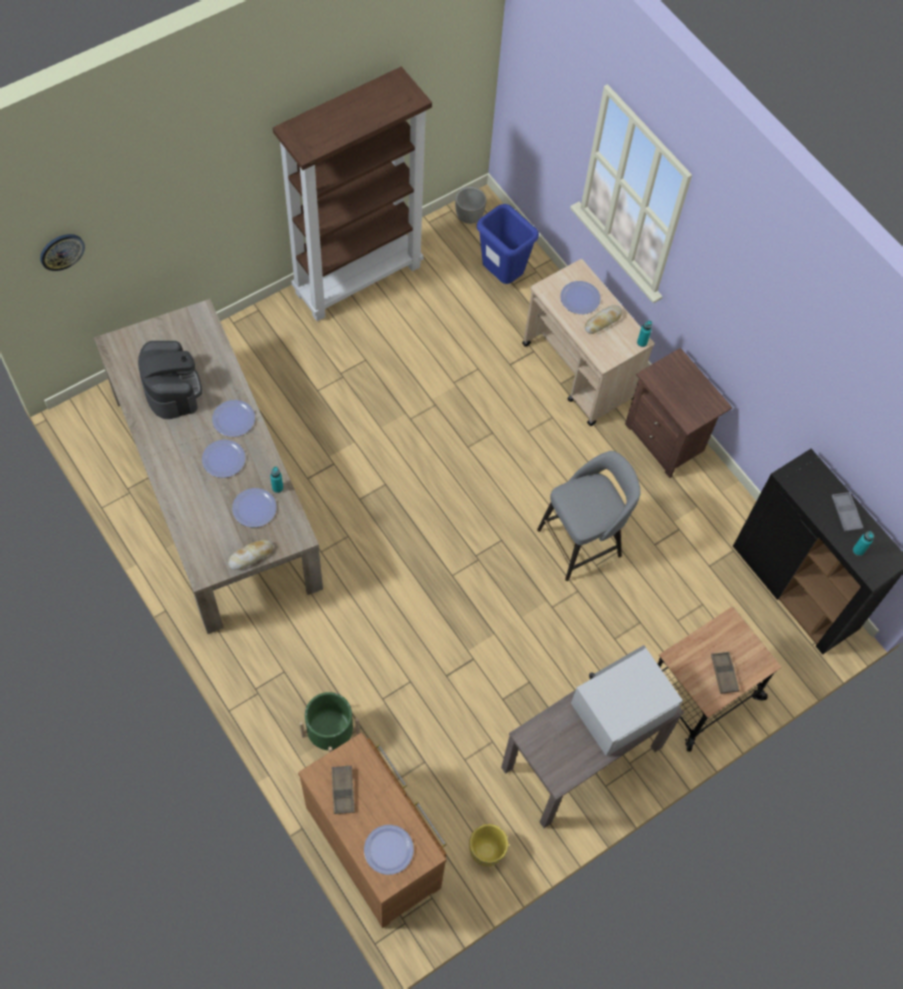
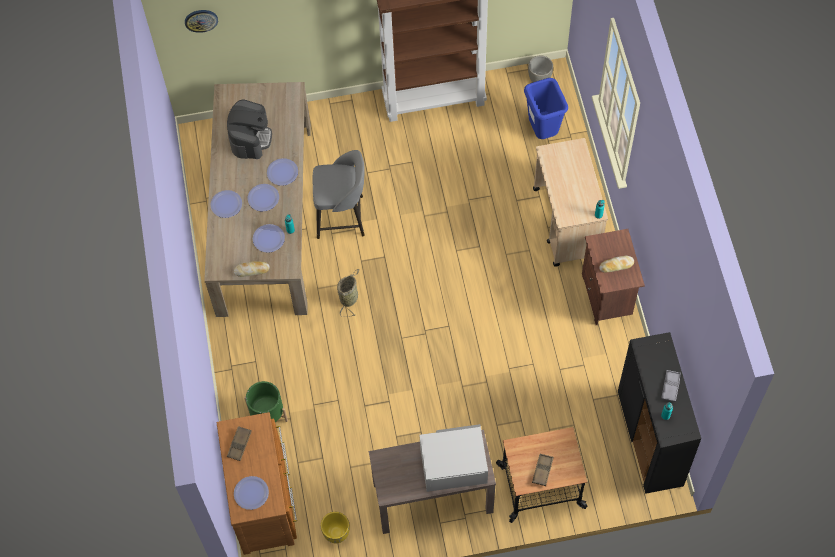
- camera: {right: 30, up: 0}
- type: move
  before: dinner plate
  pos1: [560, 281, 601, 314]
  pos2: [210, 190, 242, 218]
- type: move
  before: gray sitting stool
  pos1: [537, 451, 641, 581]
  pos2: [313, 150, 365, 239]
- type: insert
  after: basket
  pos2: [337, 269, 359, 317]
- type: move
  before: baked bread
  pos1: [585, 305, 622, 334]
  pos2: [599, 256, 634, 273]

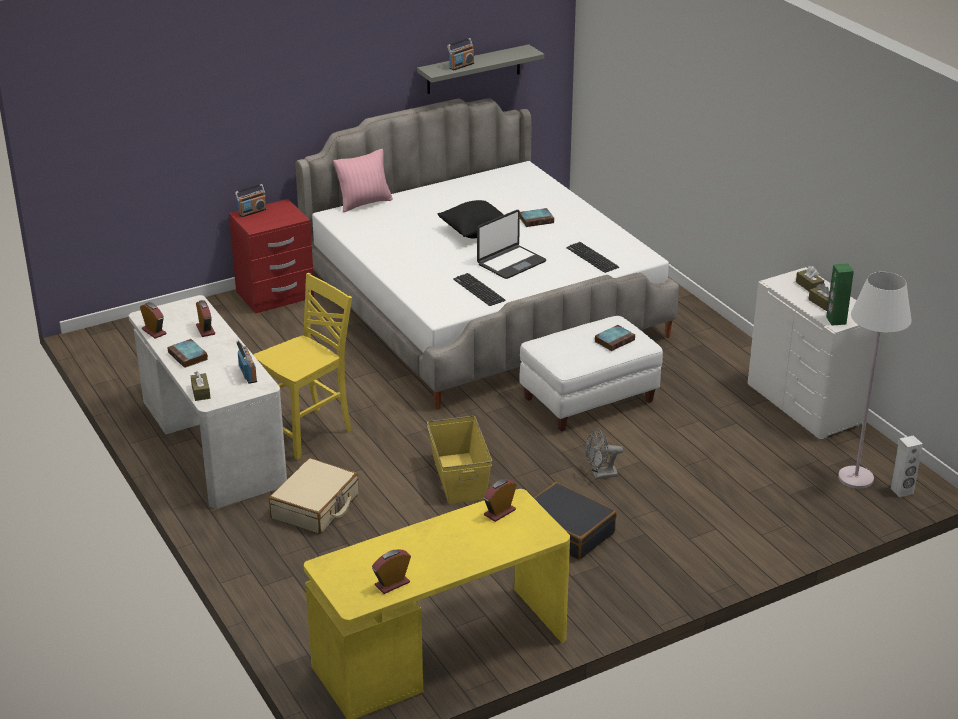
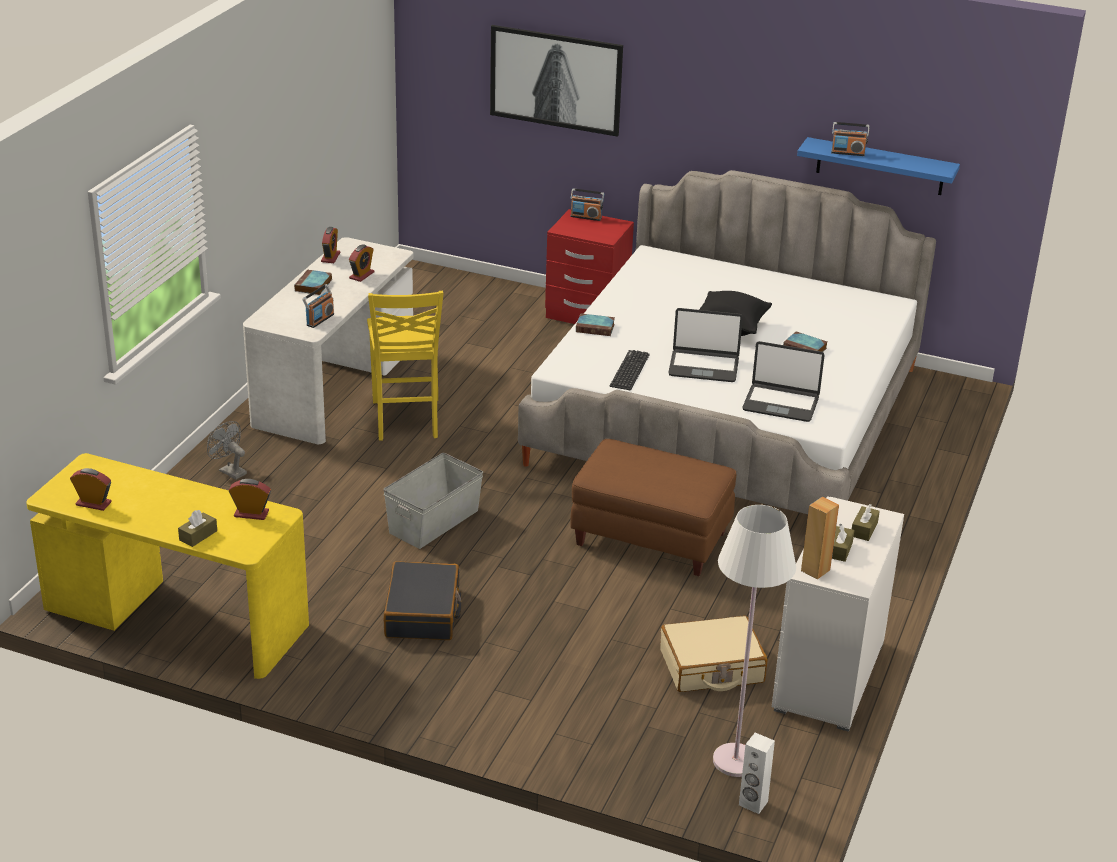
- camera: {right: 50, up: 0}
- type: move
  before: brownish tissue box
  pos1: [191, 371, 211, 401]
  pos2: [178, 510, 217, 547]
- type: move
  before: gray cooling fan
  pos1: [586, 428, 623, 479]
  pos2: [207, 421, 247, 480]
- type: rotate
  before: yellow-coloured upright chair
  pos1: [253, 273, 352, 460]
  pos2: [367, 291, 443, 441]
  turn: 75
- type: recolor
  before: yellow-coloured storage container
  after: gray storage container
  pos1: [427, 416, 492, 504]
  pos2: [383, 453, 483, 549]
- type: insert
  after: picture
  pos2: [490, 25, 623, 137]
- type: recolor
  before: white ottoman
  after: brownish ottoman
  pos1: [519, 316, 663, 432]
  pos2: [570, 439, 736, 576]
- type: move
  before: book
  pos1: [594, 325, 635, 351]
  pos2: [576, 313, 615, 336]
- type: move
  before: beige-coloured piece of luggage
  pos1: [269, 458, 359, 534]
  pos2: [660, 615, 768, 692]
- type: replace
  before: PC keyboard
  after: notebook computer
  pos1: [566, 242, 619, 273]
  pos2: [742, 341, 825, 422]
- type: recolor
  before: gray shelf
  after: blue-coloured shelf
  pos1: [417, 44, 545, 94]
  pos2: [797, 137, 960, 195]
- type: recolor
  before: green loudspeaker
  after: brownish loudspeaker
  pos1: [826, 263, 854, 326]
  pos2: [801, 497, 839, 579]
- type: delete
  before: pink cushion
  pos1: [333, 149, 393, 212]

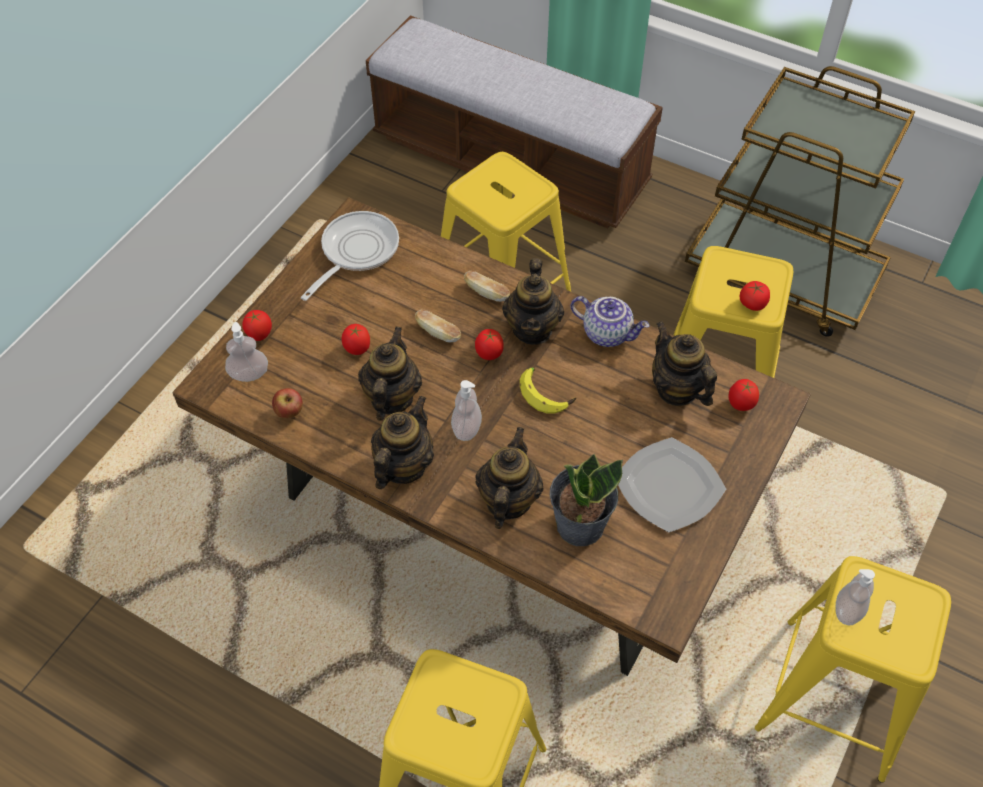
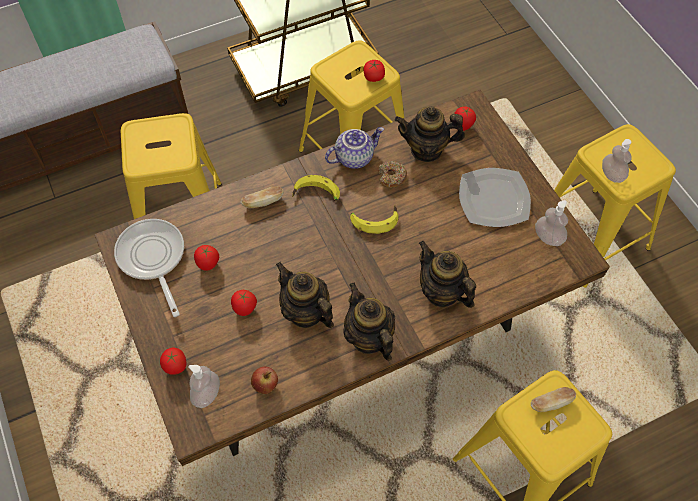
- camera: {right: -55, up: 5}
- type: move
  before: tomato
  pos1: [475, 329, 504, 360]
  pos2: [194, 245, 219, 271]
- type: replace
  before: tea pot
  after: banana fruit
  pos1: [502, 258, 564, 345]
  pos2: [292, 175, 340, 202]
- type: insert
  after: donut
  pos2: [378, 161, 407, 188]
- type: move
  before: baked bread
  pos1: [415, 310, 461, 343]
  pos2: [531, 387, 576, 412]
- type: move
  before: soap bottle
  pos1: [451, 380, 482, 441]
  pos2: [535, 200, 568, 246]
- type: delete
  before: potted plant
  pos1: [550, 454, 623, 546]

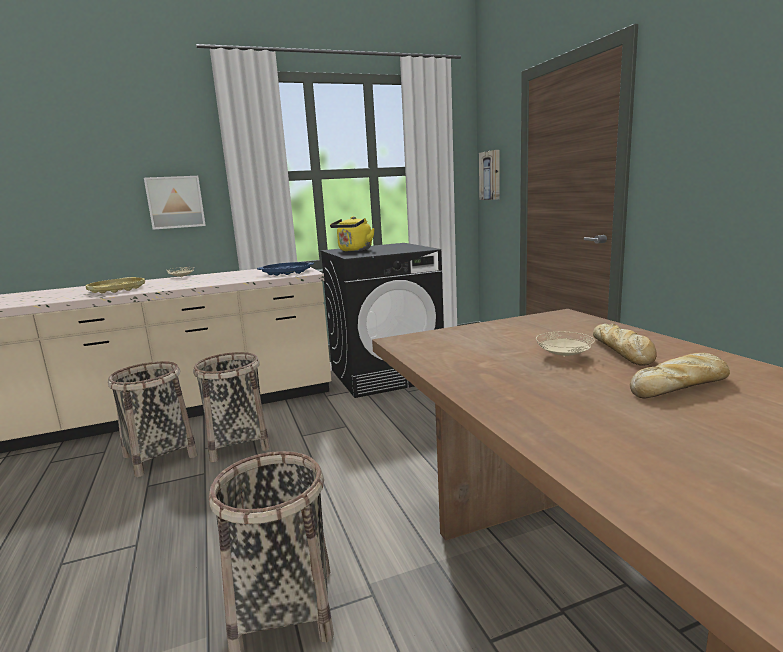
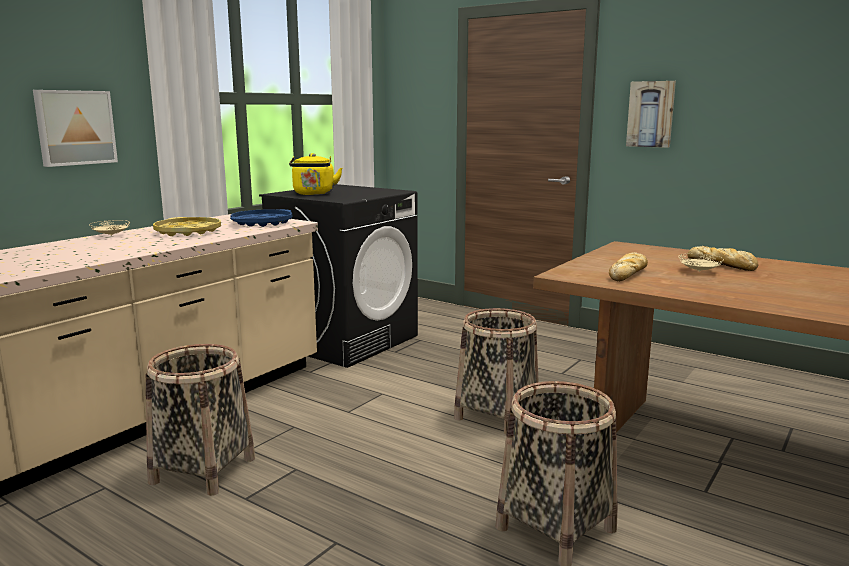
- camera: {right: -35, up: 0}
- type: move
  before: yellow-coloured tray
  pos1: [86, 277, 145, 293]
  pos2: [153, 217, 221, 236]
- type: move
  before: basket
  pos1: [193, 352, 270, 462]
  pos2: [454, 308, 539, 435]
- type: move
  before: baked bread
  pos1: [630, 353, 730, 399]
  pos2: [609, 252, 648, 281]
- type: move
  before: picture
  pos1: [479, 150, 500, 200]
  pos2: [626, 81, 676, 148]

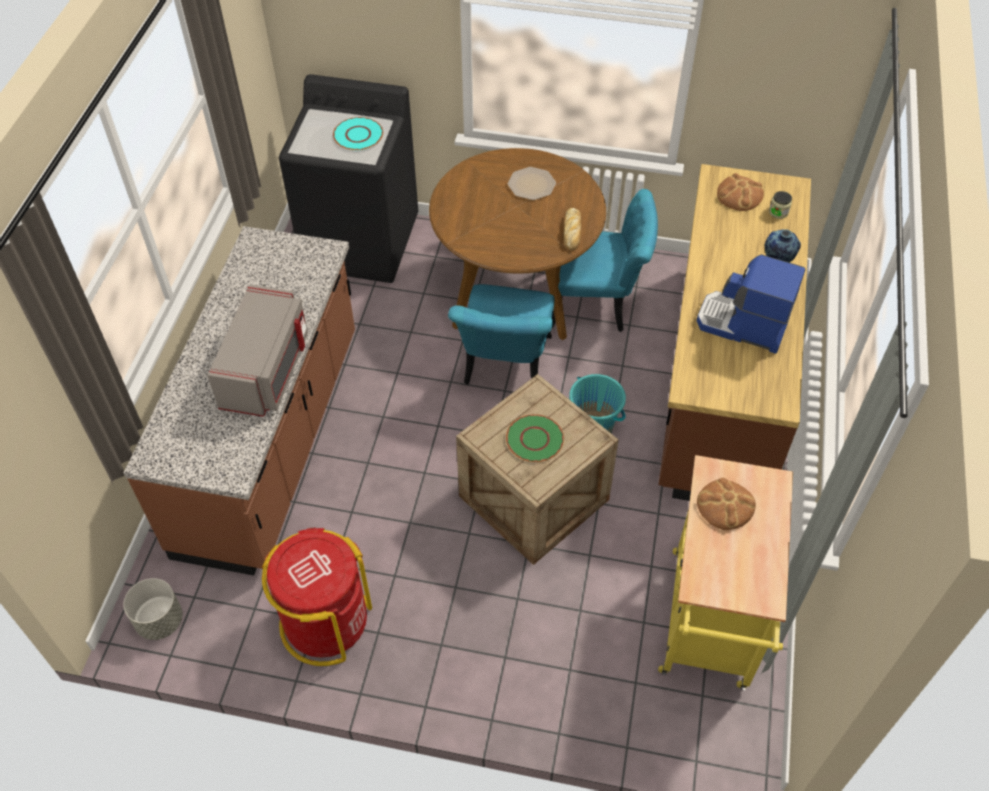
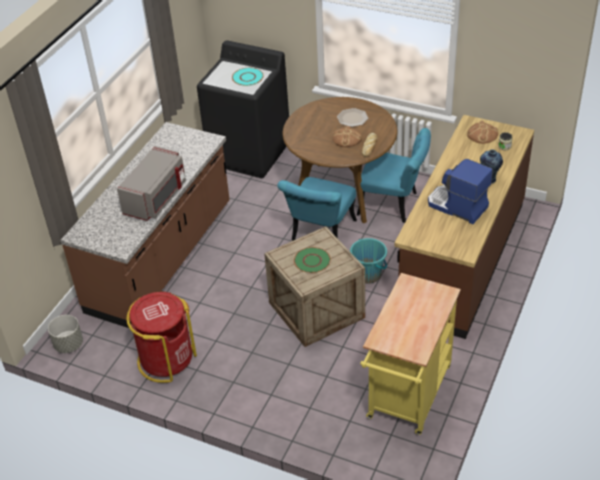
- camera: {right: 15, up: -10}
- type: move
  before: baked bread
  pos1: [697, 478, 756, 530]
  pos2: [333, 126, 362, 147]

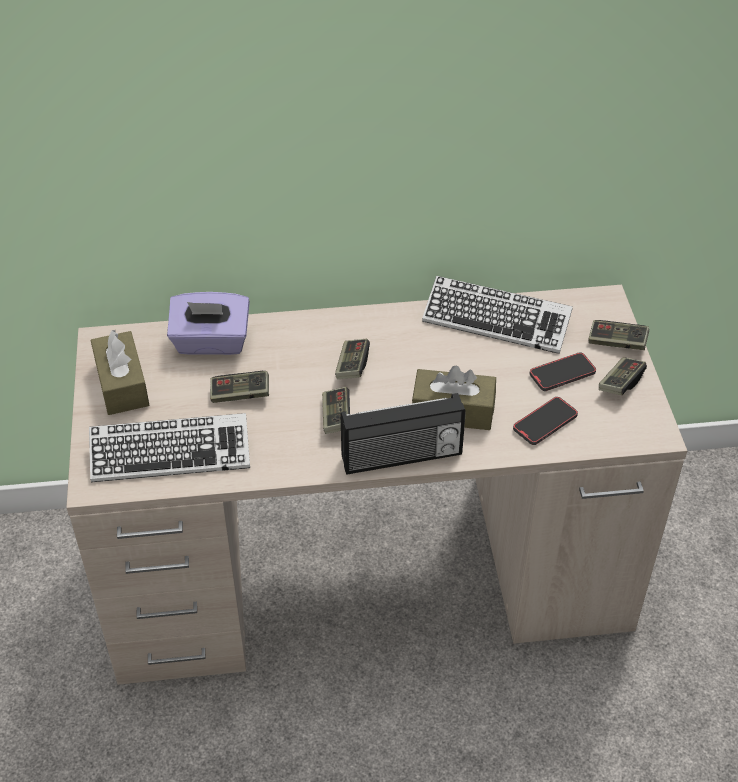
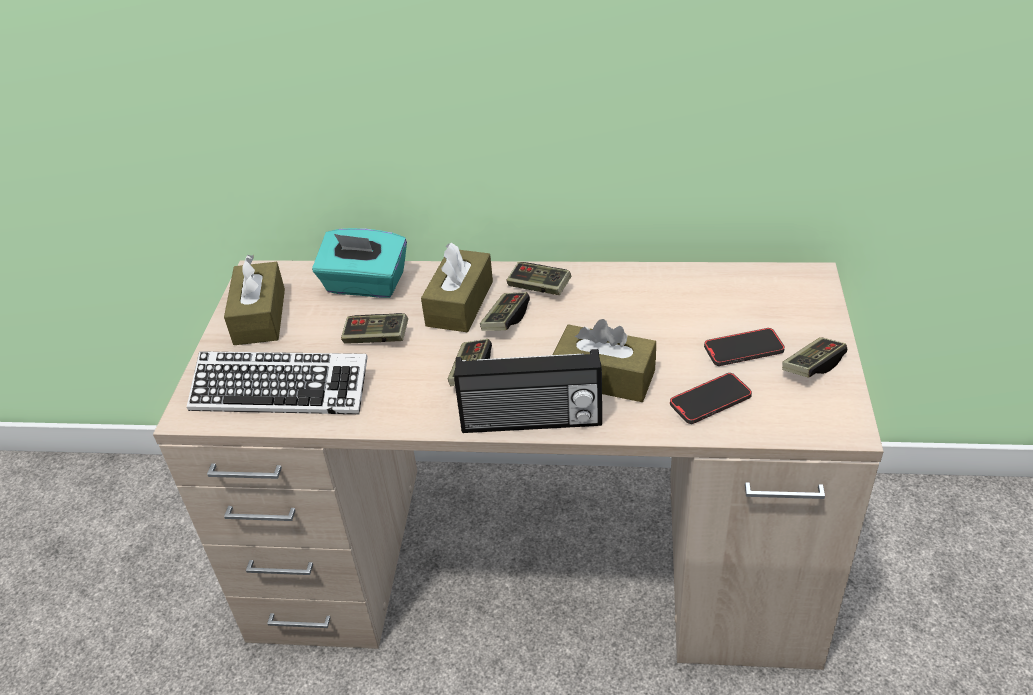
- camera: {right: 15, up: -5}
- type: recolor
  before: purple-coloured tissue box
  after: turquoise-coloured tissue box
  pos1: [167, 292, 250, 355]
  pos2: [312, 228, 407, 298]
- type: insert
  after: brownish tissue box
  pos2: [421, 243, 493, 332]
- type: move
  before: game controller
  pos1: [588, 320, 649, 350]
  pos2: [506, 262, 571, 295]
- type: delete
  before: PC keyboard
  pos1: [422, 276, 573, 354]

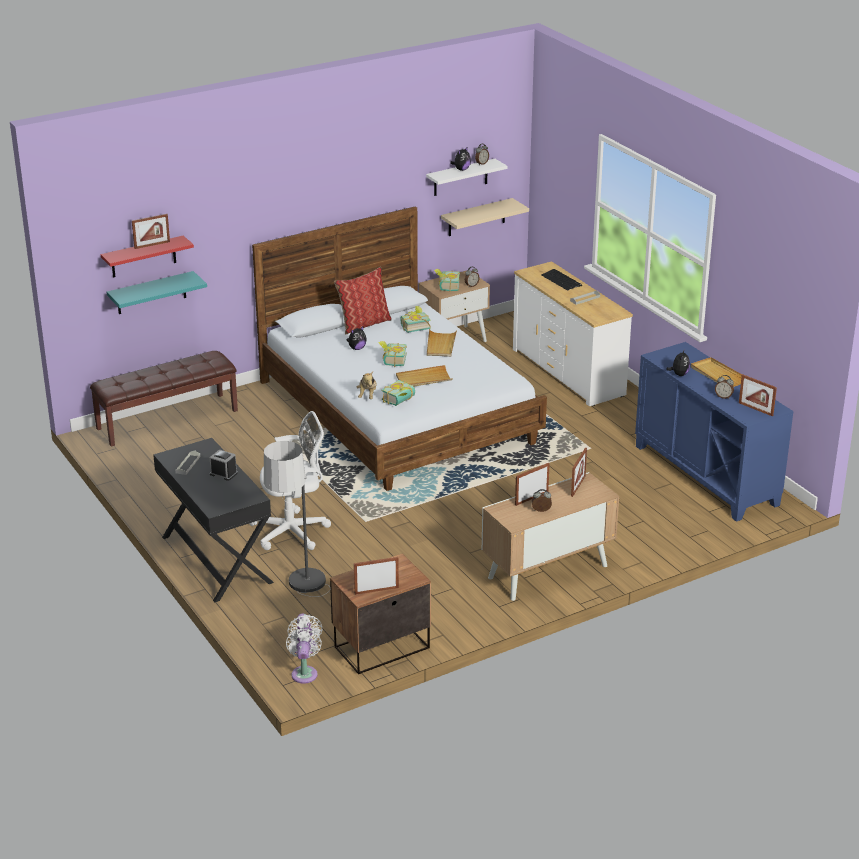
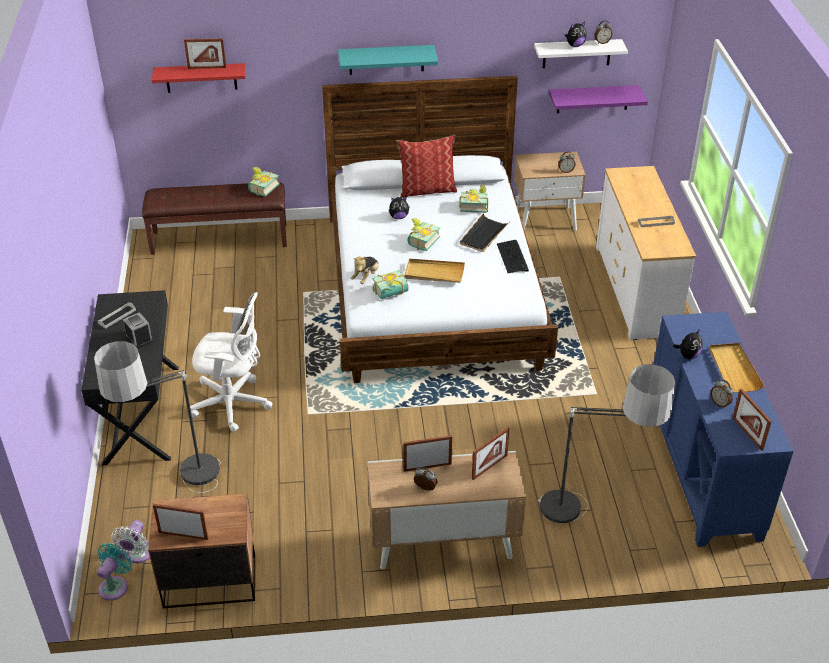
- camera: {right: 25, up: 10}
- type: recolor
  before: white cooling fan
  after: turquoise-coloured cooling fan
  pos1: [286, 628, 322, 684]
  pos2: [97, 543, 132, 601]
- type: move
  before: book
  pos1: [434, 269, 460, 292]
  pos2: [248, 167, 280, 197]
- type: move
  before: turquoise-coloured shelf
  pos1: [107, 271, 207, 314]
  pos2: [338, 45, 438, 75]
- type: recolor
  before: beige-coloured tray
  after: black tray
  pos1: [427, 329, 457, 357]
  pos2: [460, 213, 509, 252]
- type: move
  before: PC keyboard
  pos1: [541, 269, 582, 291]
  pos2: [497, 240, 529, 273]
- type: insert
  after: floor lamp
  pos2: [538, 364, 675, 523]
- type: recolor
  before: beige-coloured shelf
  after: purple-coloured shelf
  pos1: [441, 198, 529, 236]
  pos2: [549, 85, 648, 113]

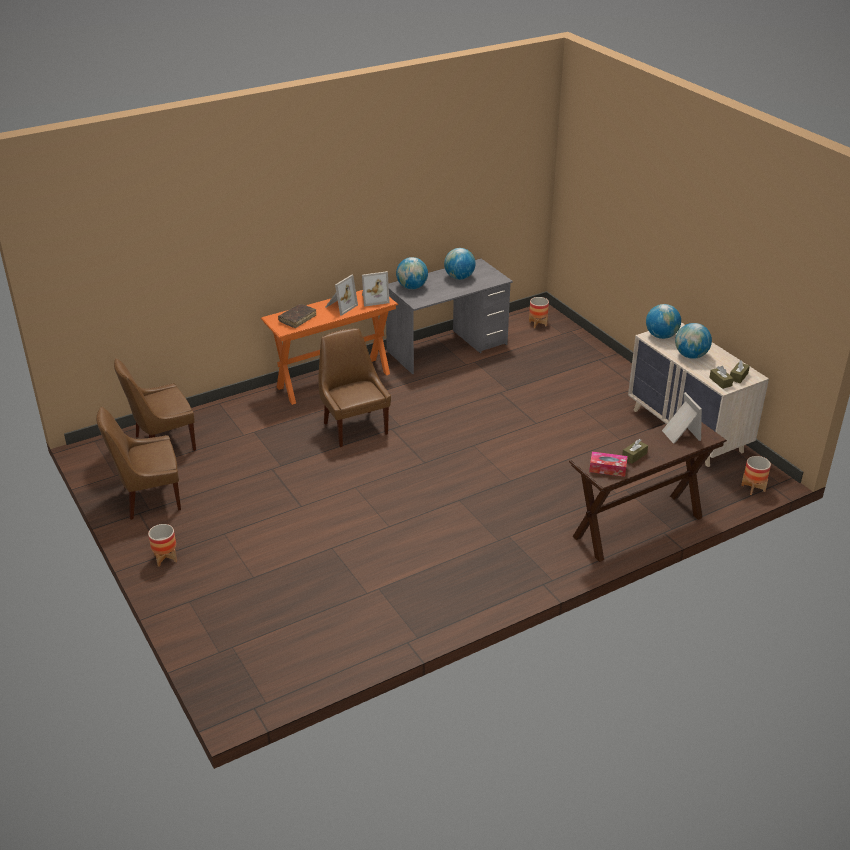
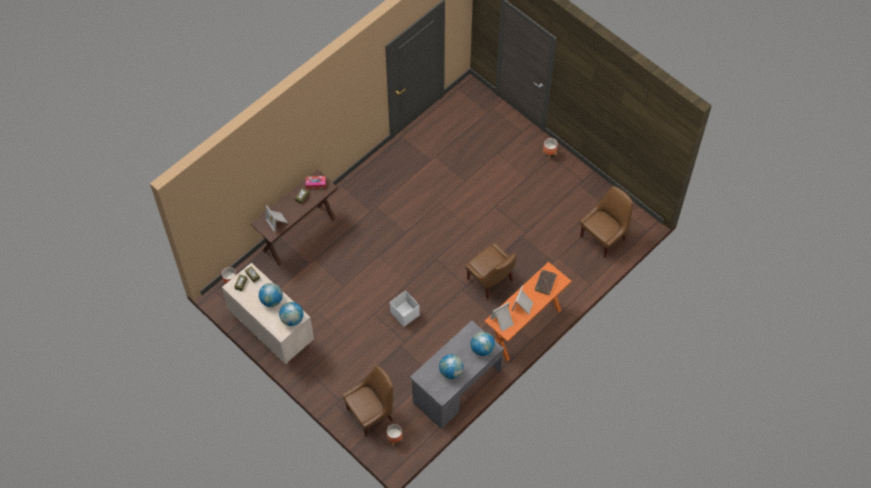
- camera: {right: 165, up: 25}
- type: move
  before: brownish upright chair
  pos1: [96, 407, 181, 520]
  pos2: [343, 366, 393, 437]
- type: insert
  after: white storage container
  pos2: [390, 291, 420, 327]

